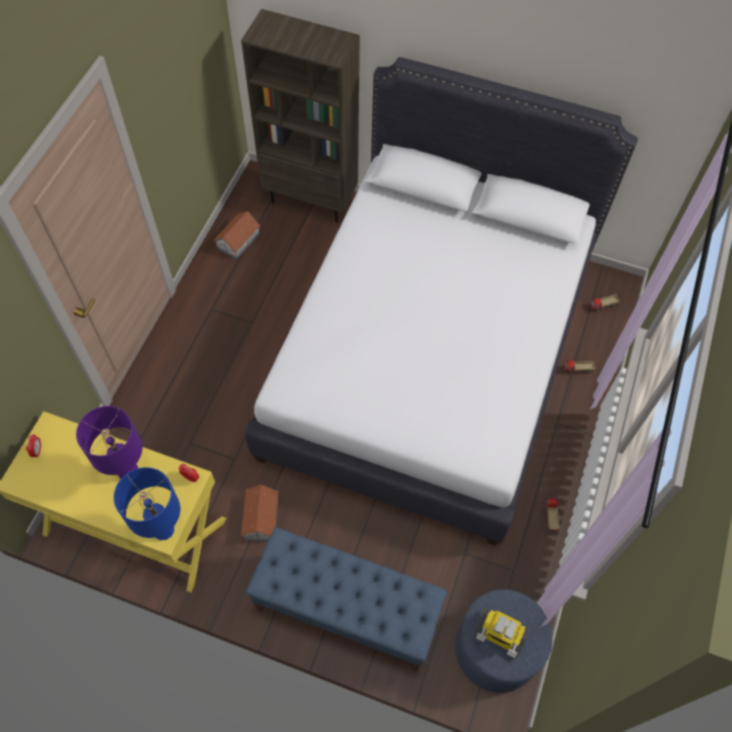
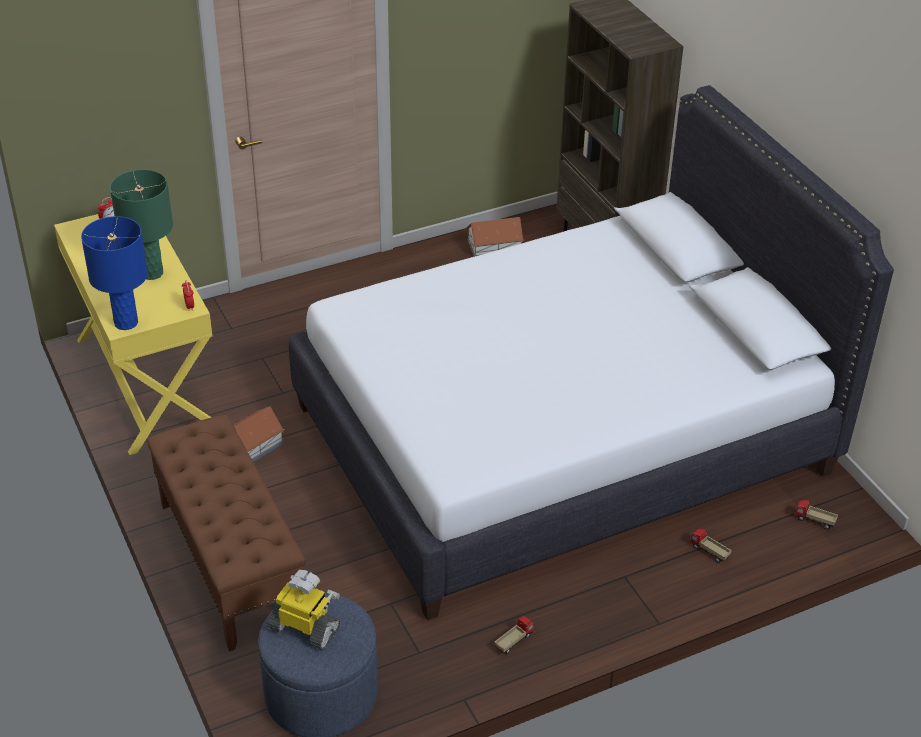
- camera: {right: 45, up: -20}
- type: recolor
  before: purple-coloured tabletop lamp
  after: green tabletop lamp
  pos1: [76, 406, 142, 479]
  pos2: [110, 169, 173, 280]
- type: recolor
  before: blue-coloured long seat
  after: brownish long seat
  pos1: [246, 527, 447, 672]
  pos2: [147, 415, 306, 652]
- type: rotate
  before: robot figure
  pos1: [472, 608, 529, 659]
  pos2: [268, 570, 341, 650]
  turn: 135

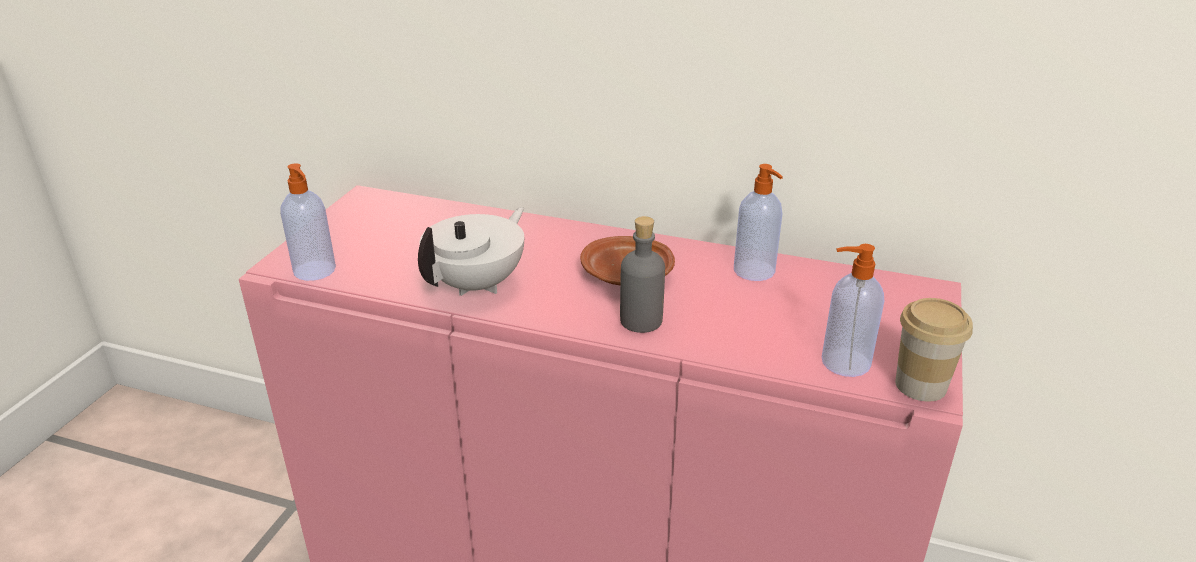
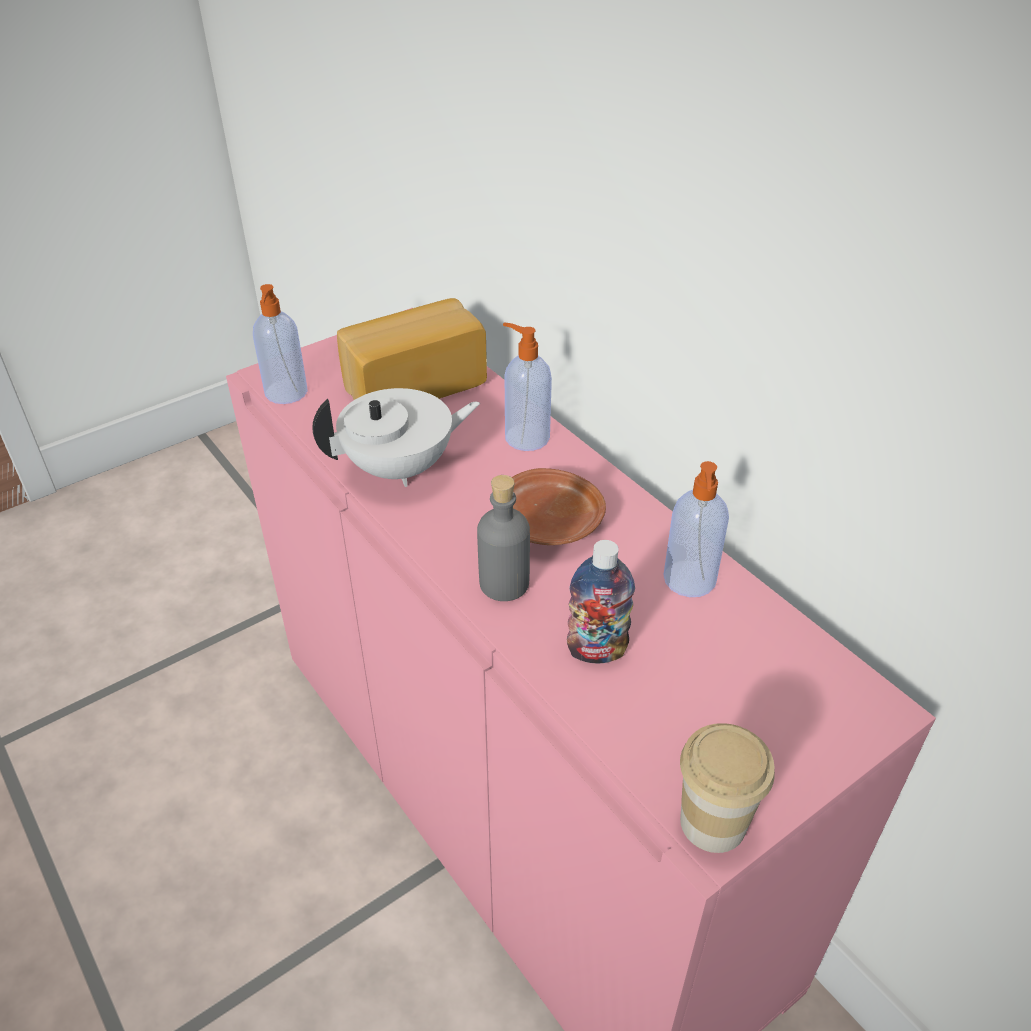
- camera: {right: 35, up: 10}
- type: insert
  after: baked bread
  pos2: [337, 298, 487, 400]
- type: move
  before: soap bottle
  pos1: [822, 244, 884, 377]
  pos2: [503, 322, 552, 451]
- type: insert
  after: drink bottle
  pos2: [567, 540, 635, 664]

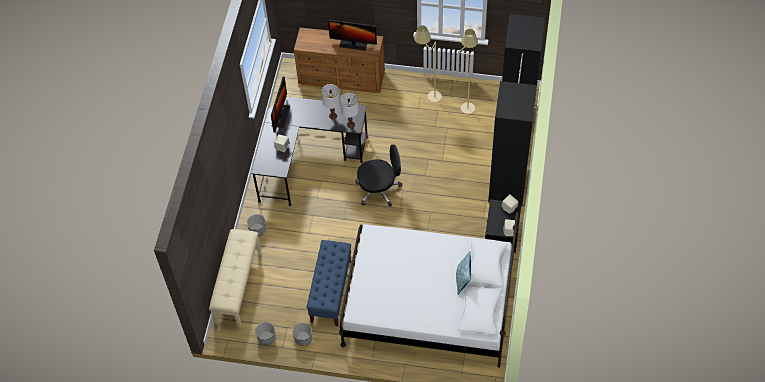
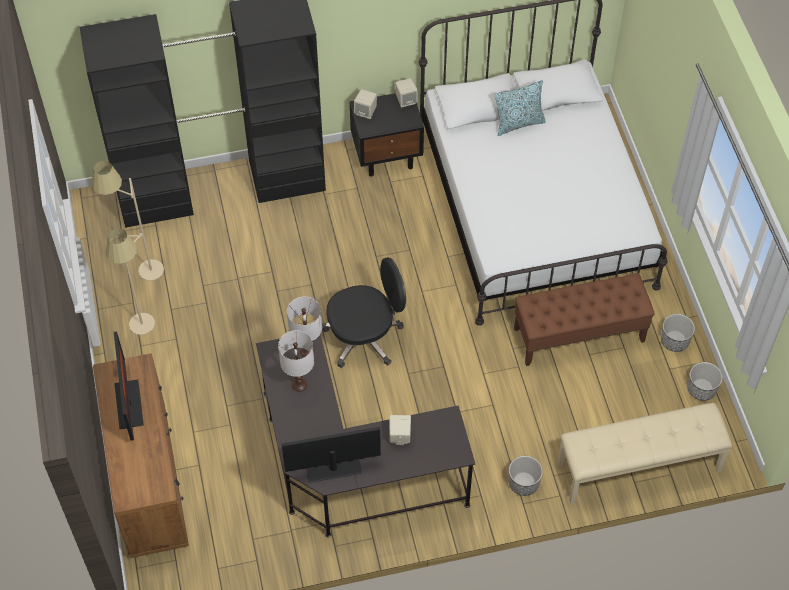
- camera: {right: -115, up: 0}
- type: rotate
  before: black desk chair
  pos1: [355, 144, 402, 207]
  pos2: [322, 257, 406, 368]
  turn: 105
- type: recolor
  before: blue-coloured long seat
  after: brownish long seat
  pos1: [307, 240, 351, 326]
  pos2: [514, 273, 655, 366]

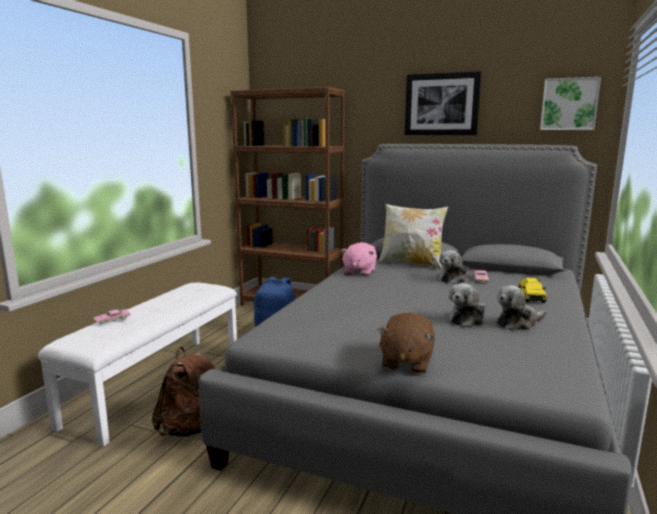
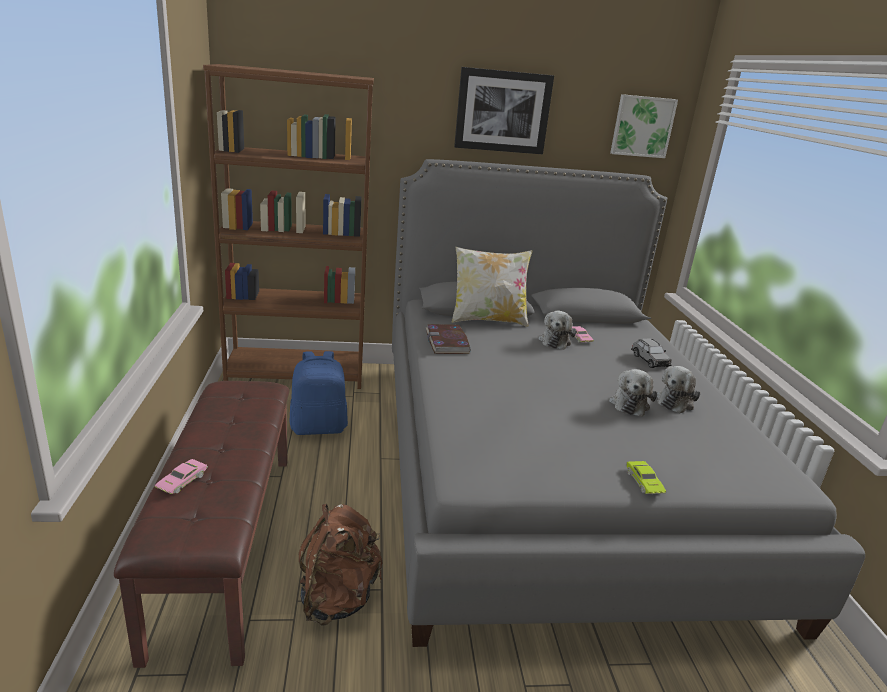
- camera: {right: -30, up: 10}
- type: recolor
  before: white long seat
  after: brownish long seat
  pos1: [38, 283, 237, 446]
  pos2: [114, 381, 289, 668]
- type: replace
  before: pink plush toy
  after: book
  pos1: [341, 242, 377, 276]
  pos2: [426, 324, 471, 354]
- type: replace
  before: brownish plush toy
  after: green model car
  pos1: [377, 313, 435, 374]
  pos2: [626, 461, 667, 494]
- type: recolor
  before: yellow-coloured model car
  after: gray model car
  pos1: [519, 278, 547, 303]
  pos2: [631, 338, 672, 368]

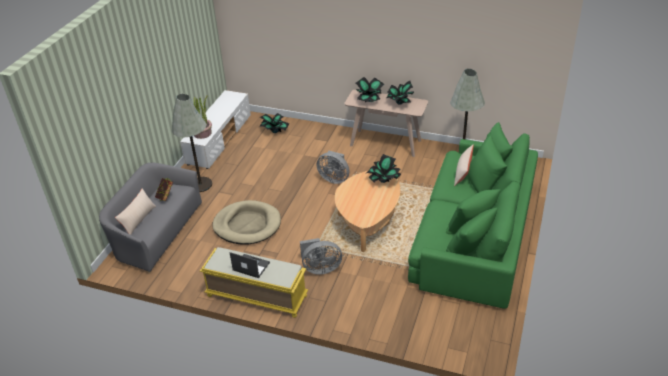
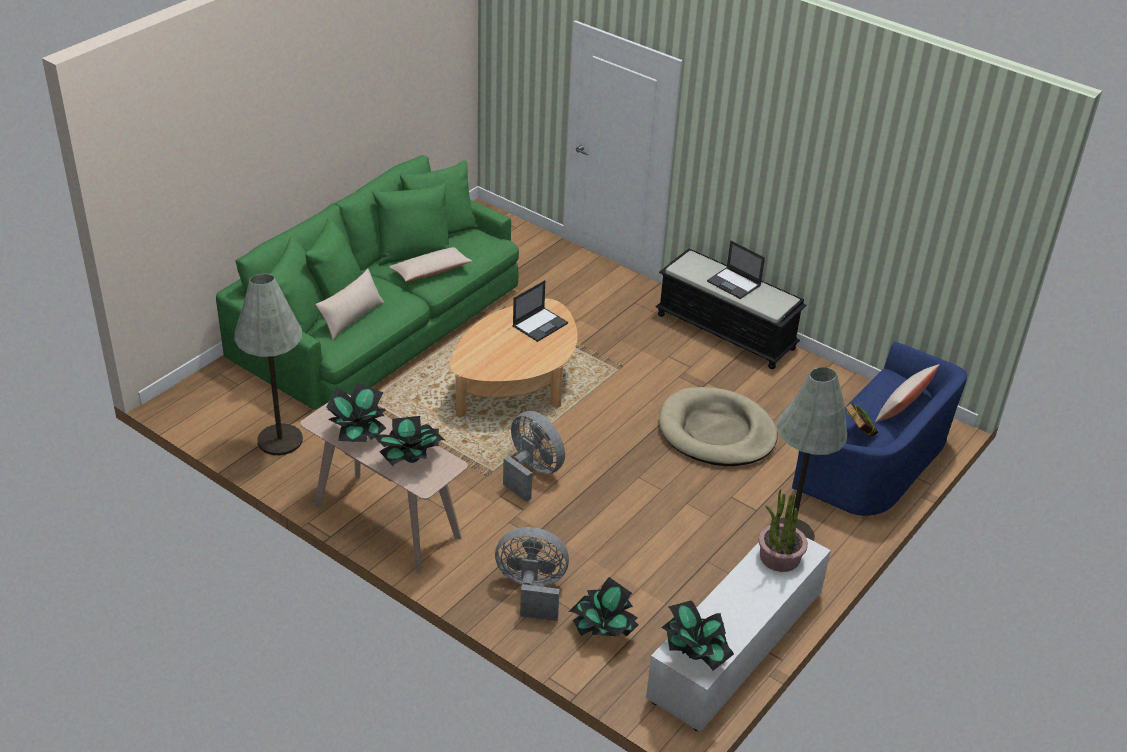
- camera: {right: -165, up: 0}
- type: insert
  after: beige-coloured cushion
  pos2: [389, 247, 472, 282]
- type: move
  before: gray cooling fan
  pos1: [300, 238, 342, 274]
  pos2: [495, 527, 569, 621]
- type: insert
  after: notebook computer
  pos2: [513, 280, 568, 342]
- type: recolor
  before: yellow-coloured long seat
  after: black long seat
  pos1: [200, 247, 308, 318]
  pos2: [656, 248, 807, 369]
- type: move
  before: potted plant
  pos1: [366, 154, 401, 183]
  pos2: [661, 601, 734, 671]
- type: recolor
  before: gray sofa
  after: blue-coloured sofa
  pos1: [99, 163, 202, 273]
  pos2: [792, 341, 967, 519]

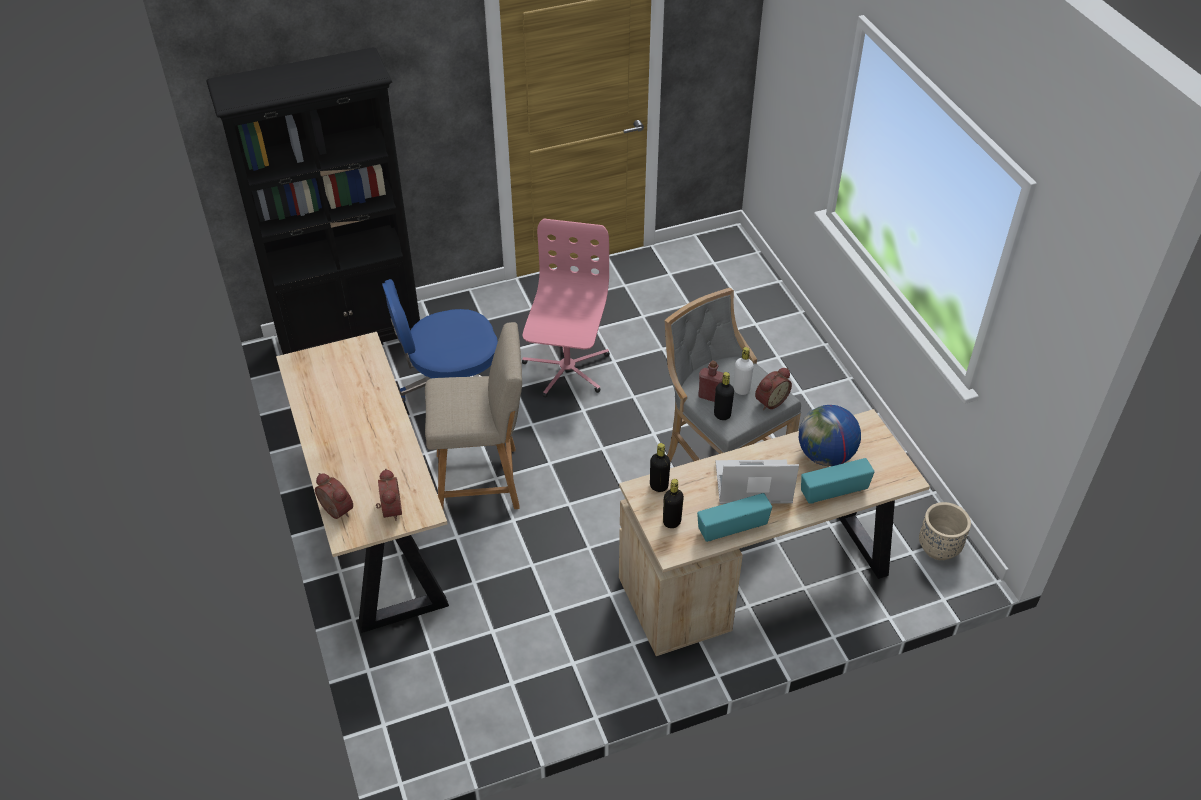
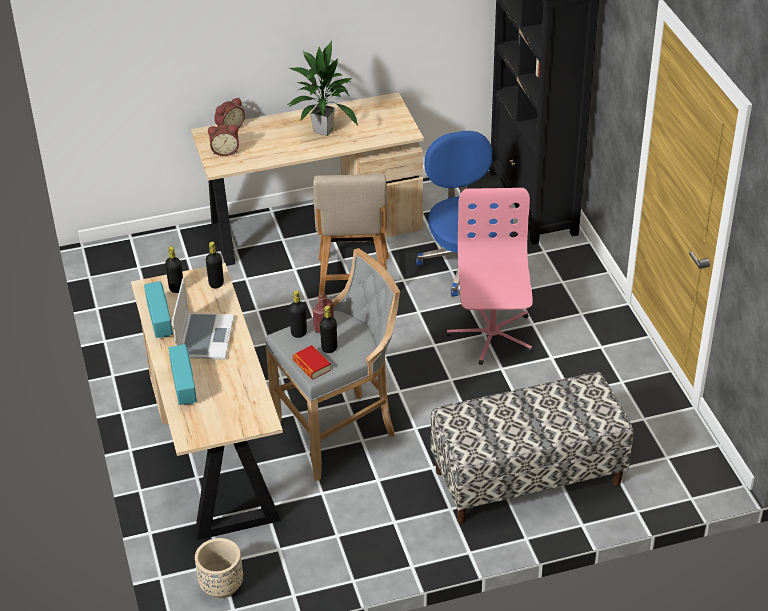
- camera: {right: 95, up: -5}
- type: insert
  after: potted plant
  pos2: [288, 41, 358, 136]
- type: replace
  before: bedside clock
  after: book
  pos1: [755, 368, 792, 410]
  pos2: [293, 345, 331, 379]
- type: recolor
  before: white drink bottle
  after: black drink bottle
  pos1: [733, 347, 754, 395]
  pos2: [320, 305, 337, 353]
- type: insert
  after: long seat
  pos2: [431, 372, 634, 524]
- type: rotate
  before: pink desk chair
  pos1: [522, 219, 610, 398]
  pos2: [446, 188, 533, 365]
  turn: -105
- type: delete
  before: desk globe
  pos1: [799, 405, 861, 466]

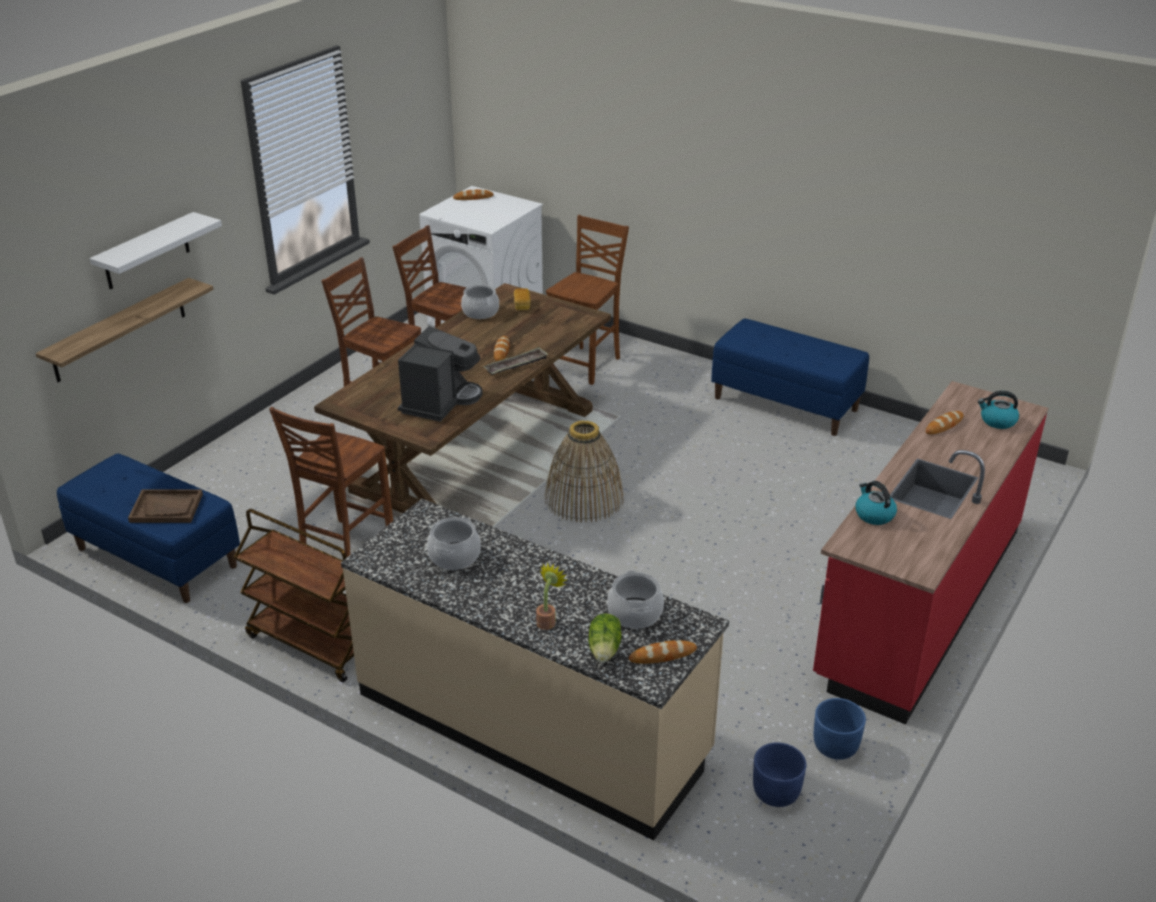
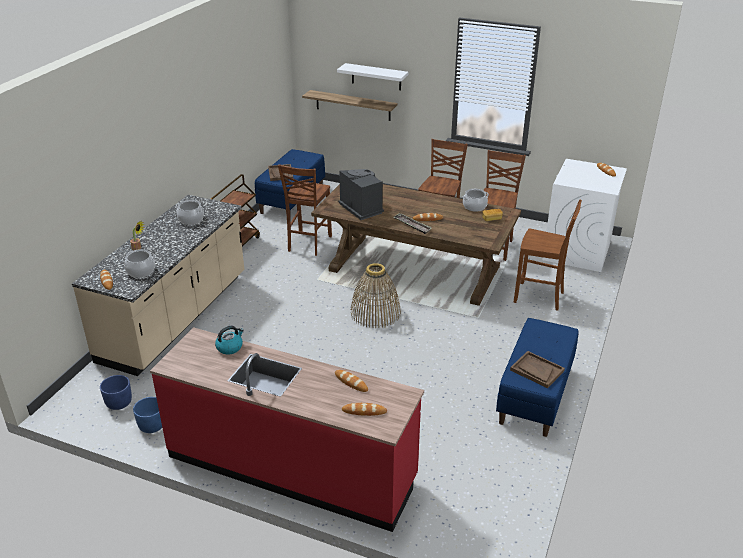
- camera: {right: 80, up: 0}
- type: rotate
  before: brownish upright chair
  pos1: [269, 407, 393, 558]
  pos2: [278, 164, 332, 256]
  turn: -90
- type: rotate
  before: coffee machine
  pos1: [398, 326, 483, 422]
  pos2: [338, 169, 384, 220]
  turn: -135
- type: replace
  before: kettle
  after: baked bread
  pos1: [978, 391, 1019, 429]
  pos2: [342, 403, 387, 416]
- type: insert
  after: brownish tray
  pos2: [510, 351, 565, 388]
- type: delete
  before: lettuce
  pos1: [588, 613, 622, 663]

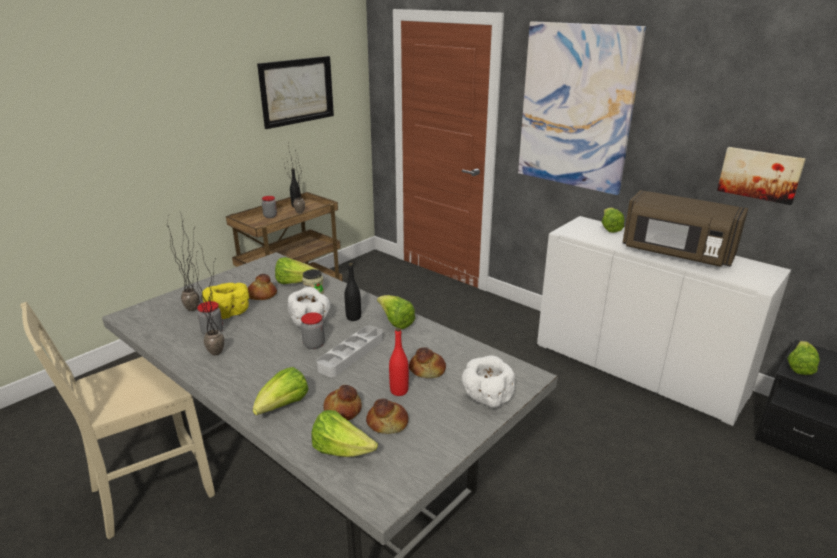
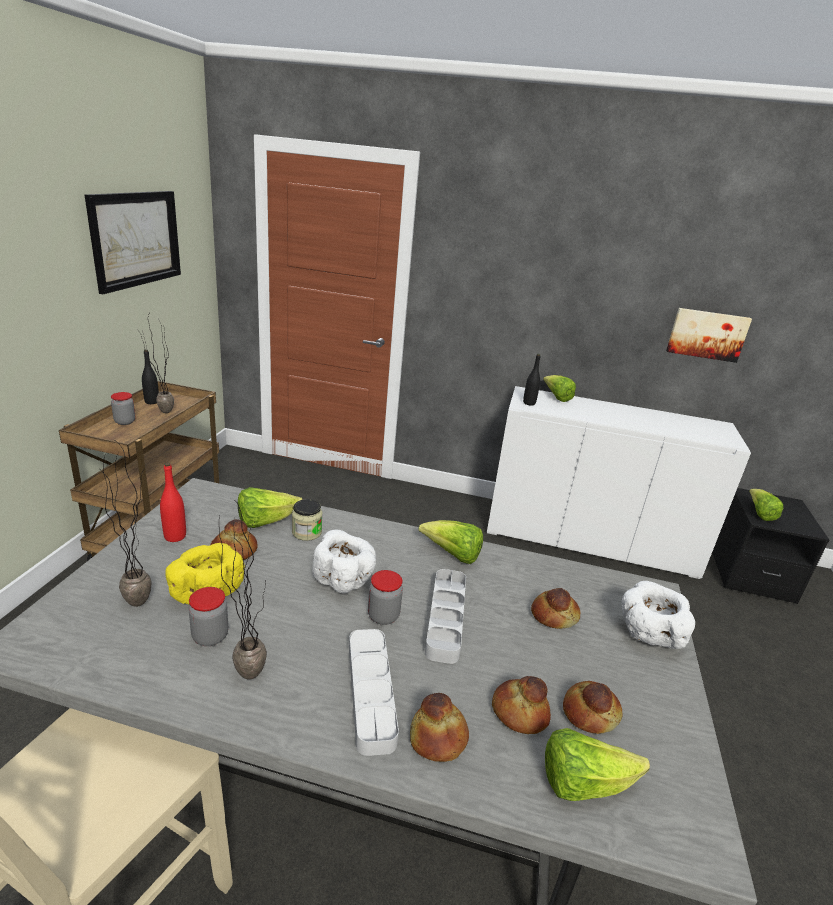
- camera: {right: -30, up: 0}
- type: move
  before: red drink bottle
  pos1: [389, 328, 409, 396]
  pos2: [160, 462, 186, 542]
- type: insert
  after: gray tray
  pos2: [349, 629, 399, 756]
- type: replace
  before: lettuce
  after: baked bread
  pos1: [252, 367, 308, 415]
  pos2: [410, 693, 469, 762]
- type: move
  before: black drink bottle
  pos1: [345, 263, 361, 321]
  pos2: [523, 354, 541, 406]
- type: delete
  before: picture
  pos1: [518, 21, 646, 195]
- type: delete
  before: brownish microwave oven
  pos1: [623, 190, 748, 267]

